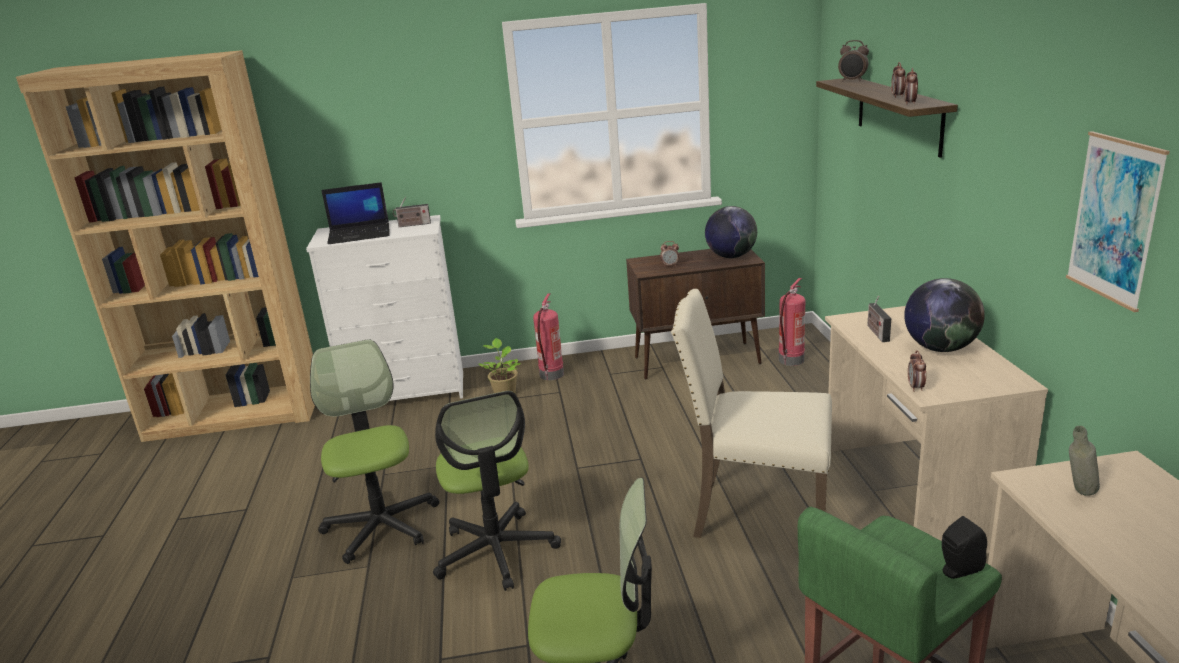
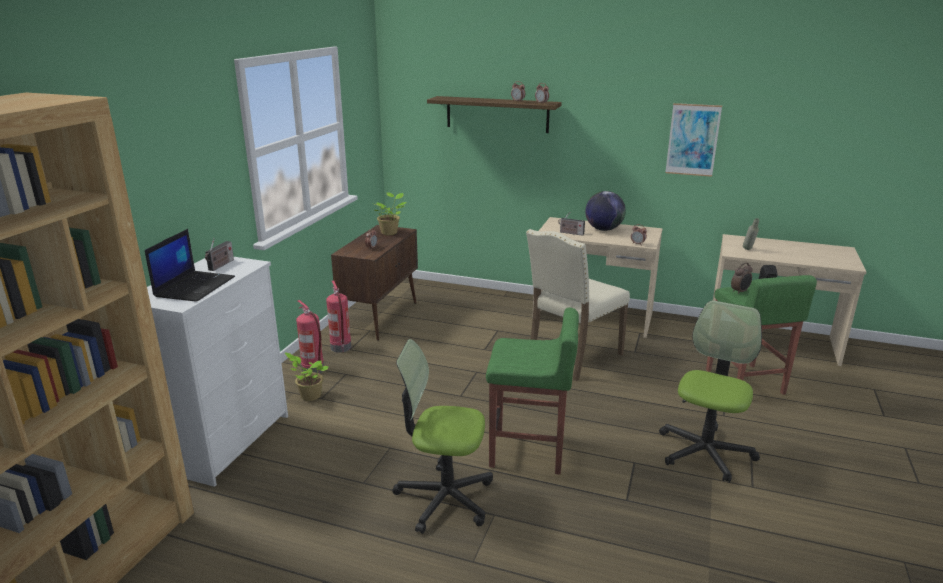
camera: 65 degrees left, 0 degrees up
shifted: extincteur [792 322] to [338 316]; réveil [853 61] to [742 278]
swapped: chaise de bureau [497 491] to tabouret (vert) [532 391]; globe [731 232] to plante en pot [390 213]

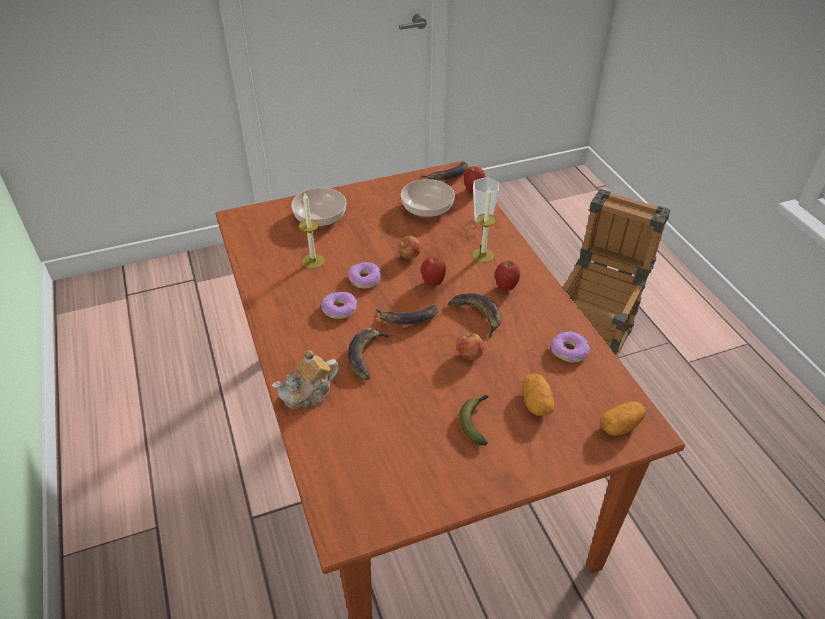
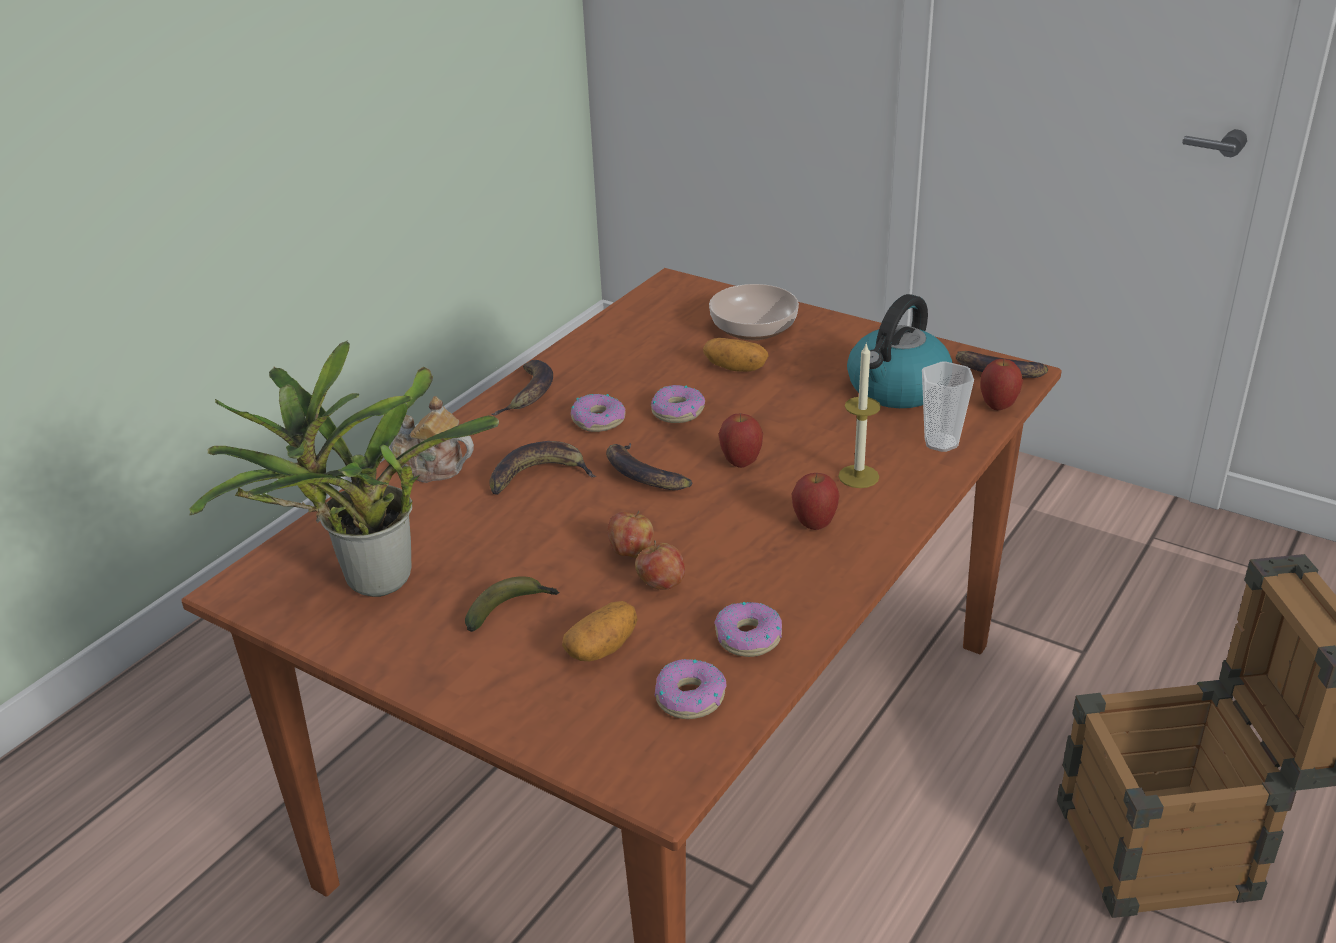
camera: 55 degrees right, 10 degrees down
gone: bougie [312 231]
new: plante en pot [344 468]; beignet [691 689]
shifted: pomme [409 247] to [660 565]; banane [475 316] to [522 388]; pomme de terre [623 418] to [736 355]
swapped: bol [428 198] to bouilloire [900 351]

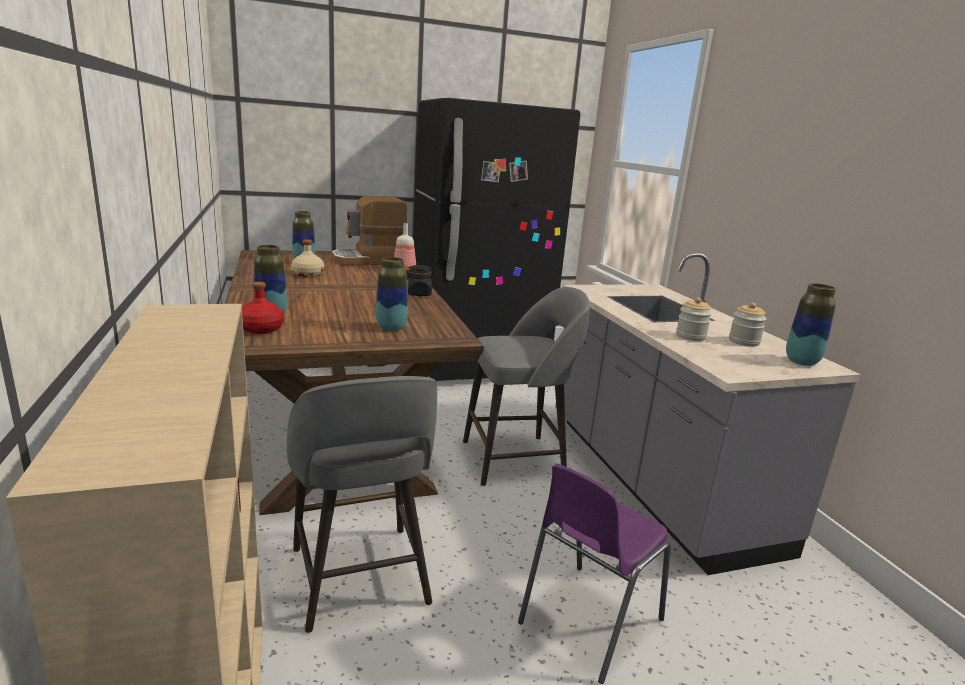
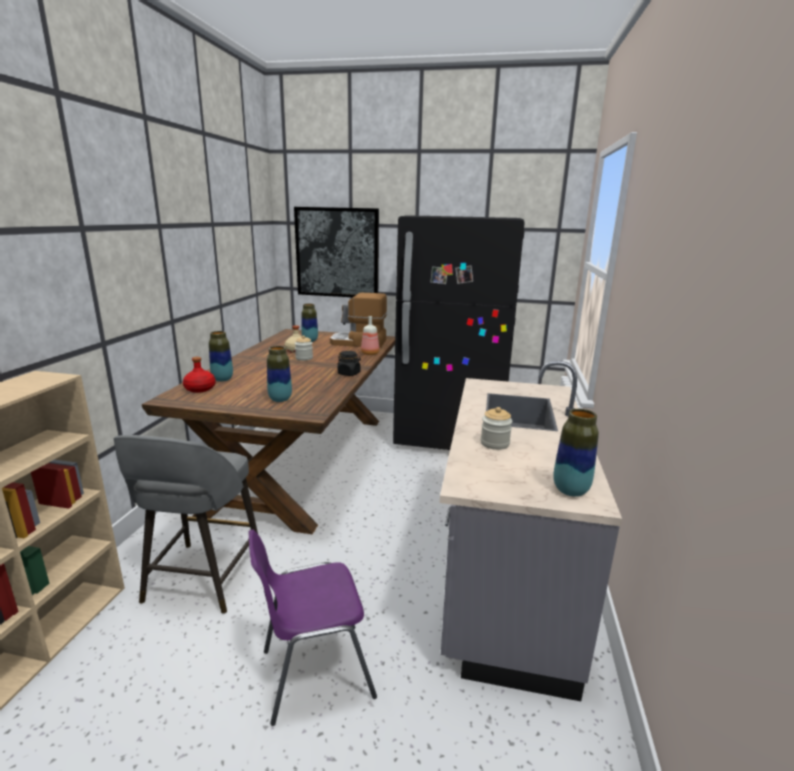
camera: 30 degrees right, 0 degrees up
gone: tabouret (gris) [526 386]
new: tableau [336 252]
shifted: bocal [748 325] to [304 348]

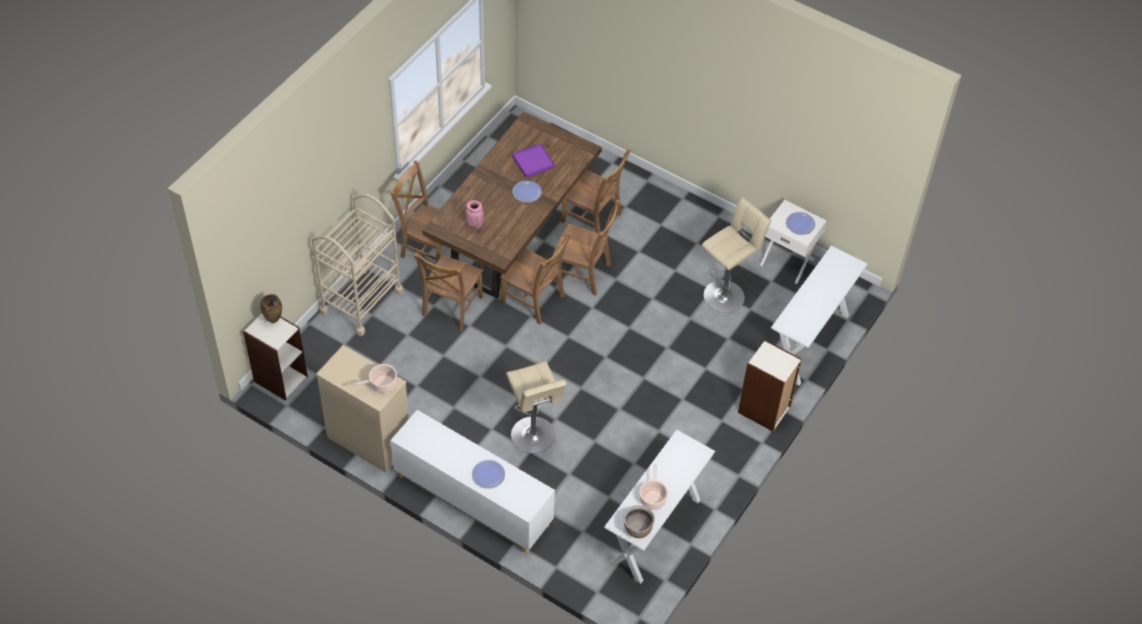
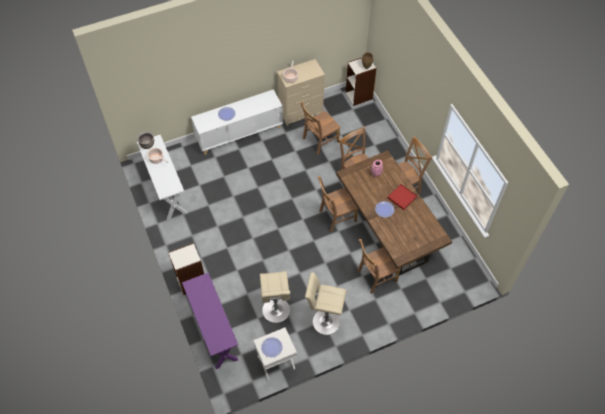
camera: 125 degrees right, 5 degrees up
gone: chariot (beige) [358 265]; plateau (violet) [533 161]
new: plateau (rouge) [402 197]
shifted: tabouret (beige) [536 407] to [325 303]; chaise (marron) [586 248] to [320 128]
repainted: table console (blanc) [819 316] to table console (violet) [210 321]

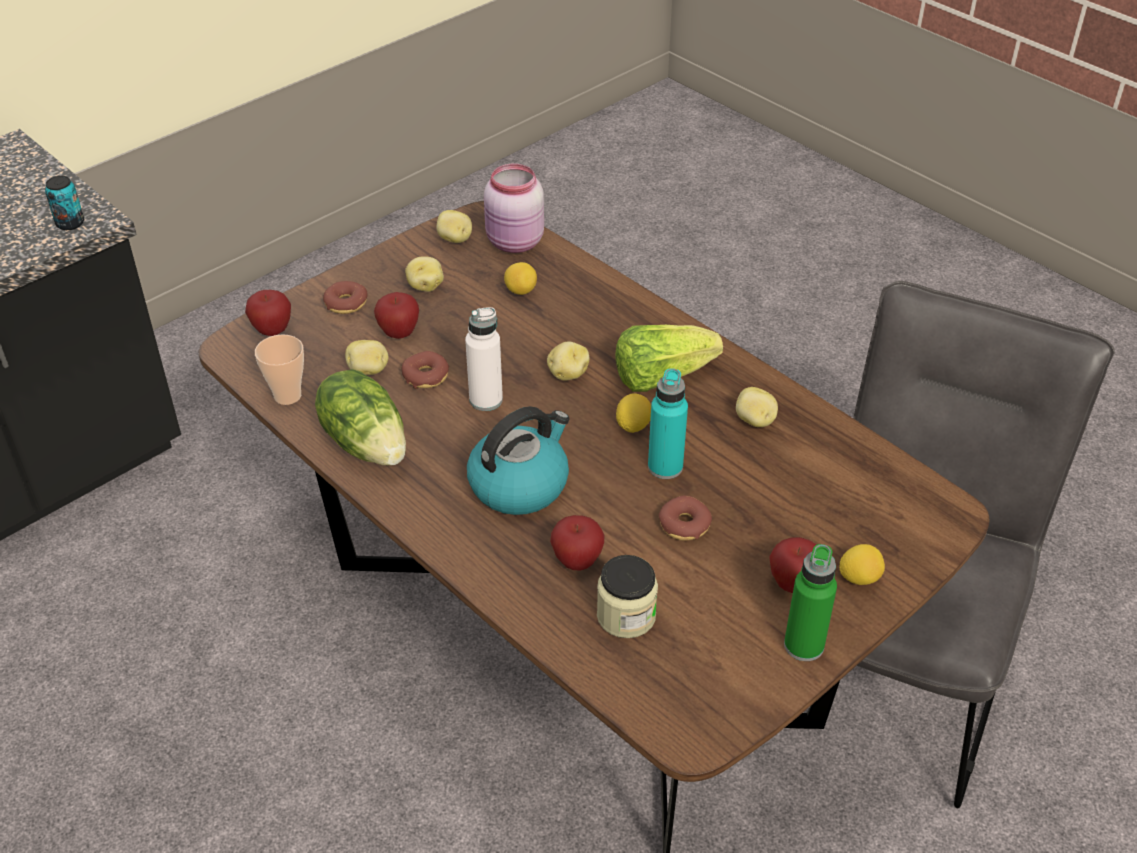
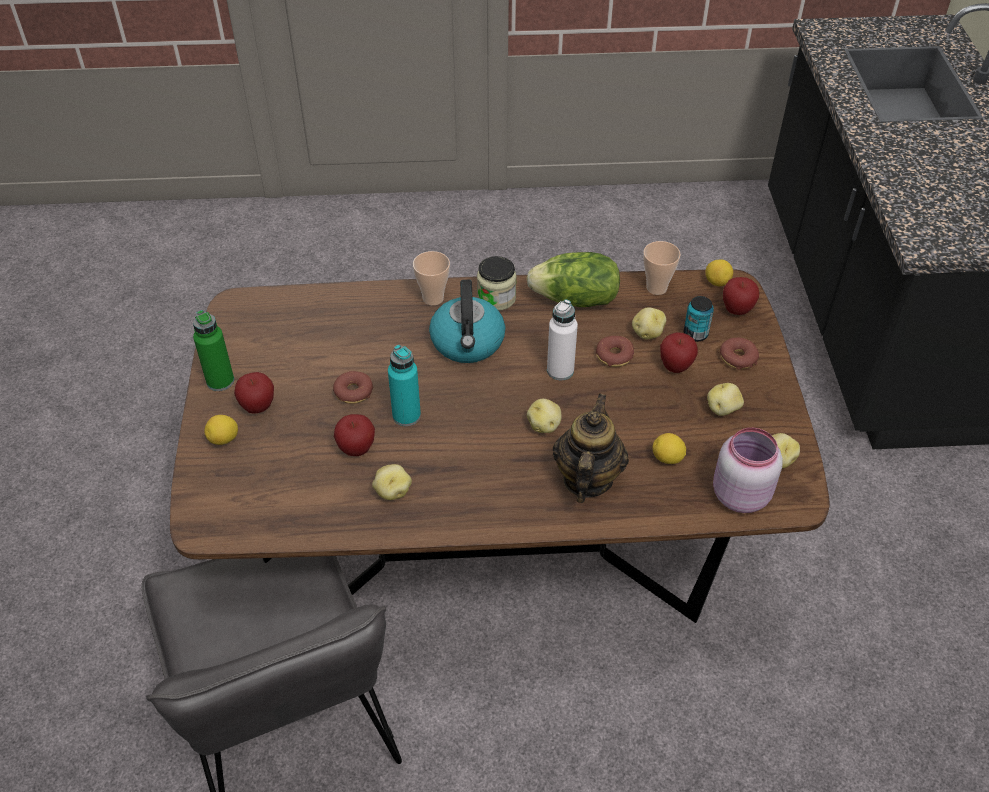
camera: 130 degrees right, 5 degrees up
gone: laitue [669 358]
new: tasse [431 278]; théière [591 448]
shifted: boîte métallique [64 203] to [698 319]; pomme [577 543] to [354 435]; bocal [627 596] to [497 283]; citron [633 413] to [719 273]

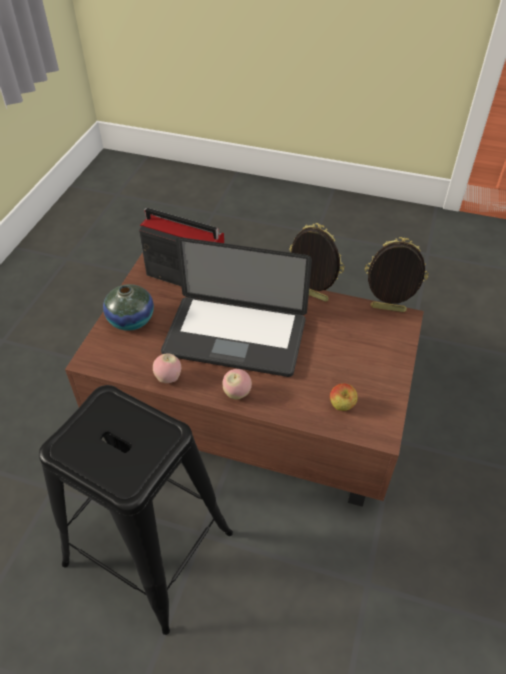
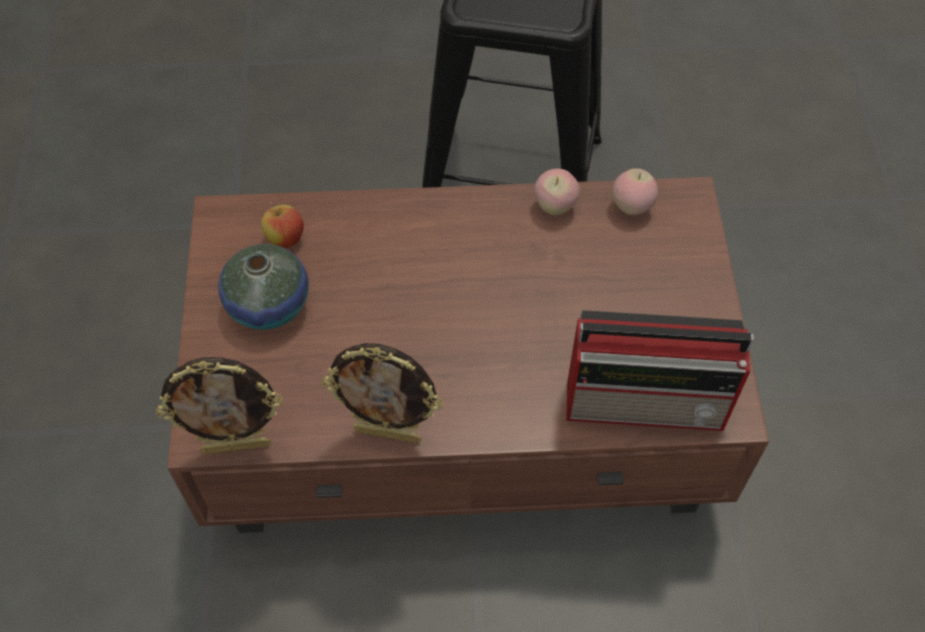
camera: 160 degrees right, 10 degrees up
gone: ordinateur portable [236 307]
shifted: vase [128 307] to [263 287]; pomme [237 384] to [635 191]

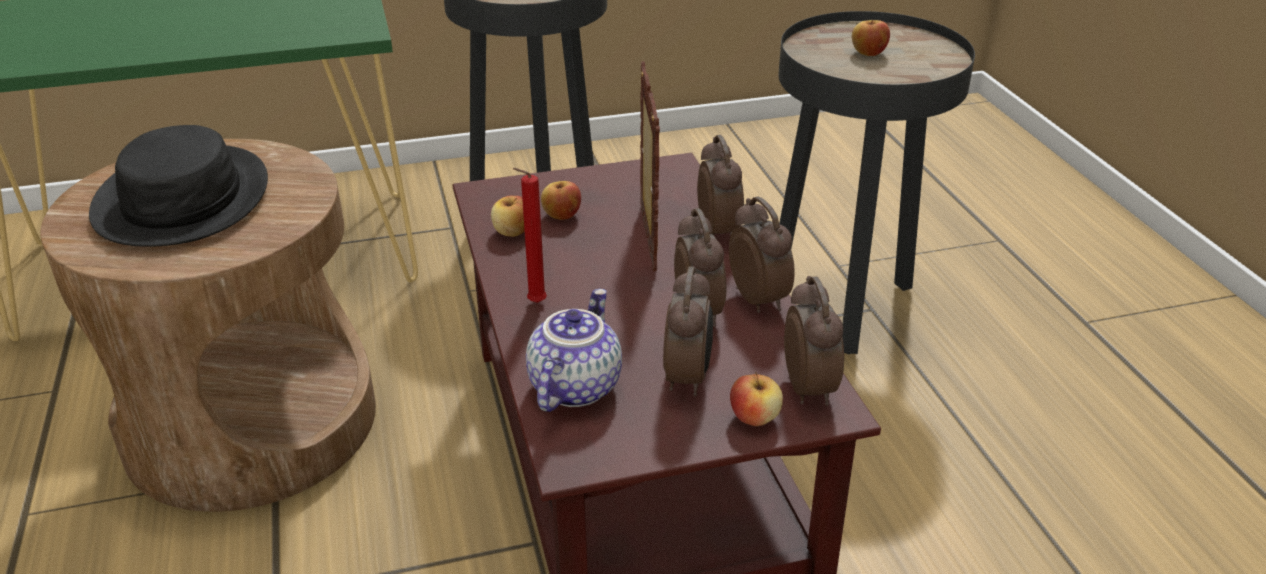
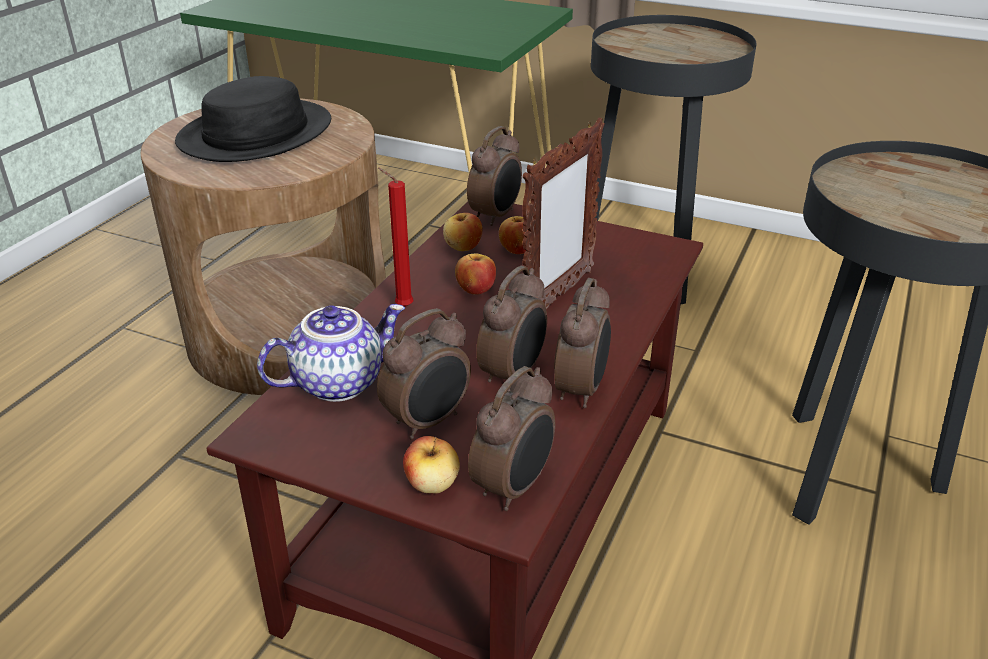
camera: 40 degrees right, 0 degrees up
shifted: réveil [720 185] to [494 176]; pomme [871 38] to [475 274]

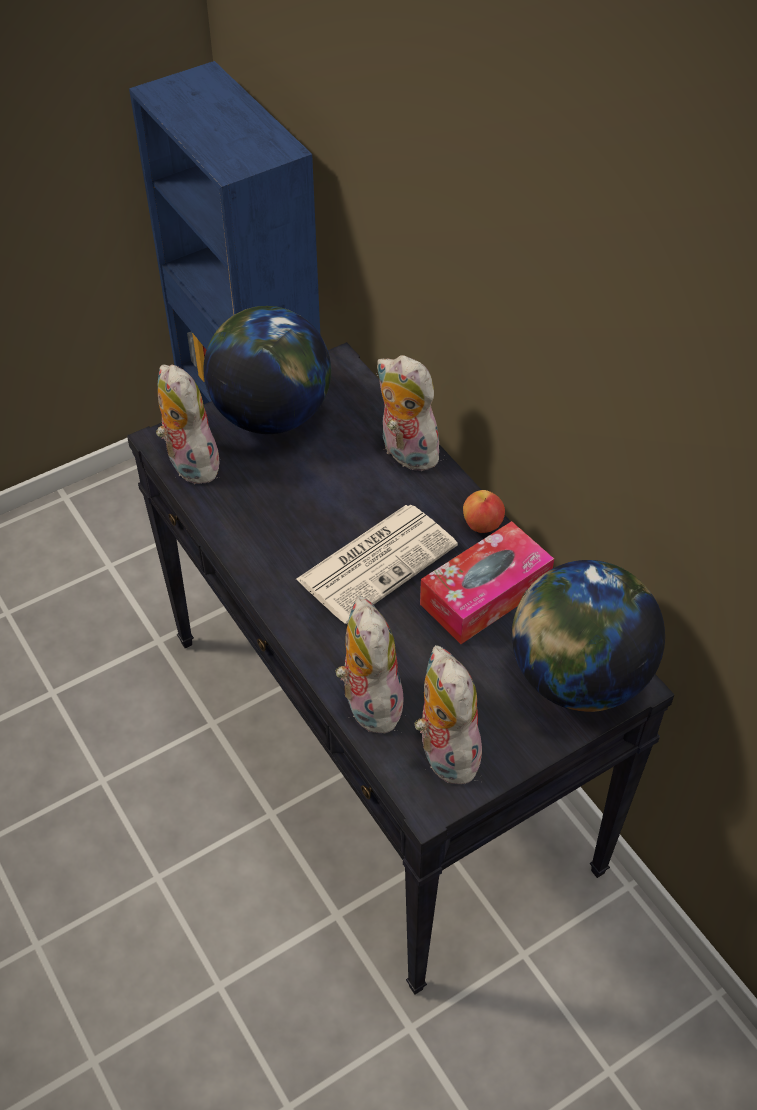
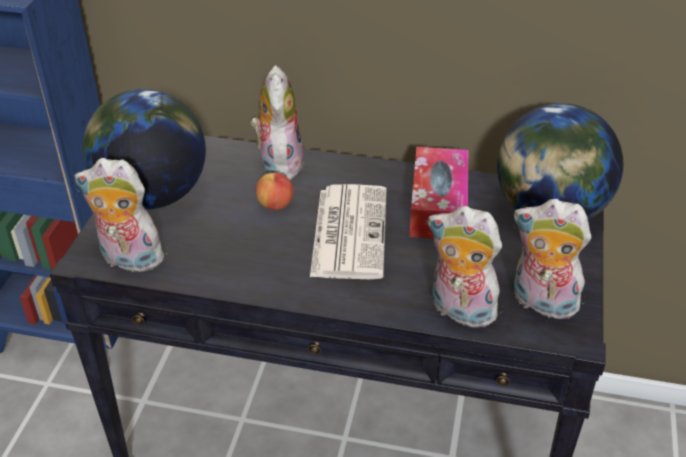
camera: 45 degrees left, 10 degrees down
shifted: pomme [484 511] to [274 191]
rotated: peluche [408 413] = [277 123] 90 degrees clockwise

